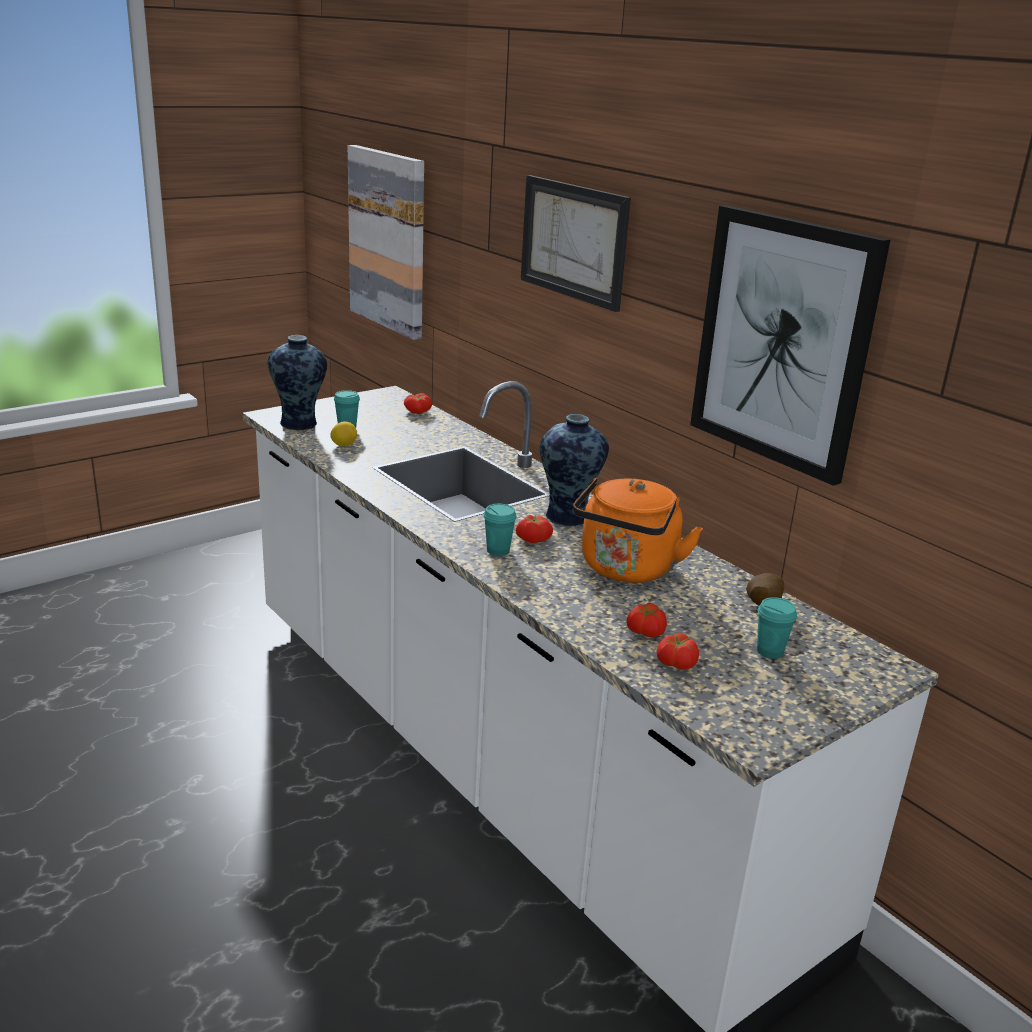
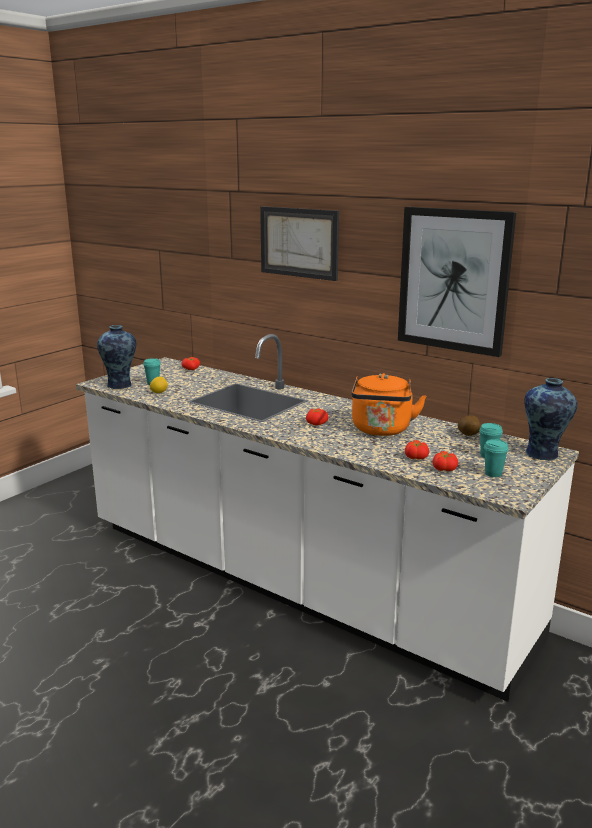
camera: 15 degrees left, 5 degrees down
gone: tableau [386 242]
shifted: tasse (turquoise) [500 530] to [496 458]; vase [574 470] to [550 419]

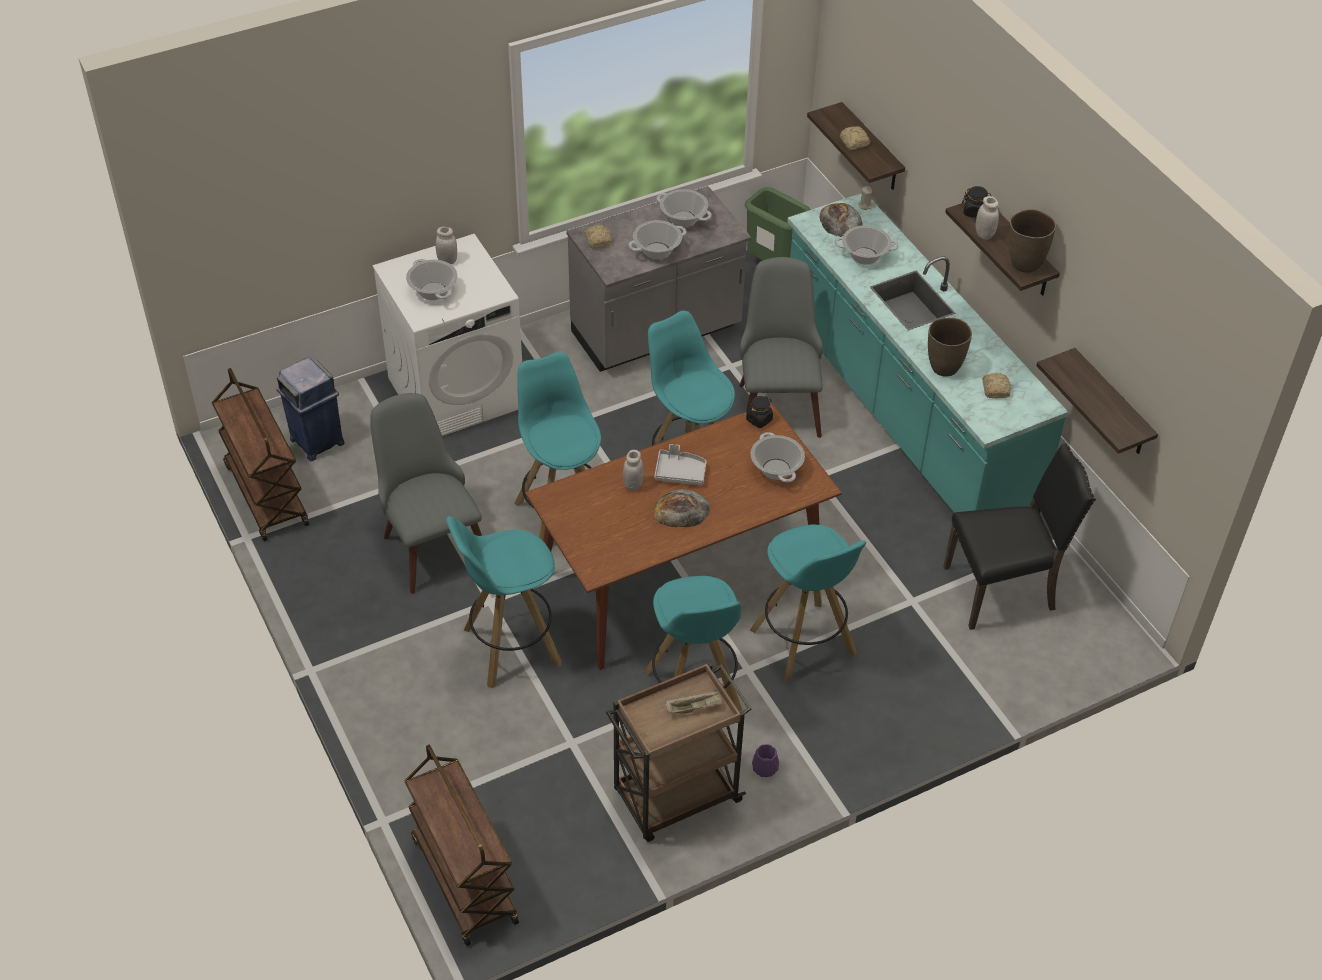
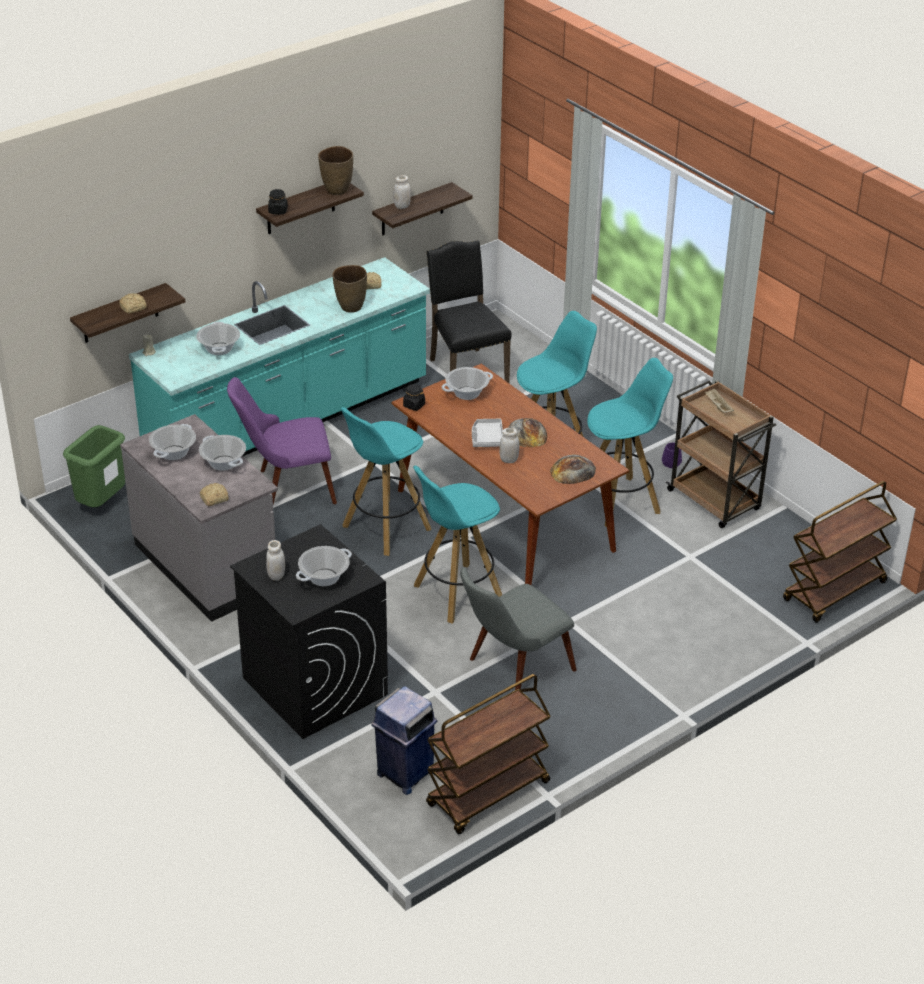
camera: 100 degrees left, 10 degrees down
gone: tabouret (turquoise) [504 602]
shifted: pain [841 220] to [573 469]; bocal (blanc) [987 218] to [402 192]
repainted: lave-linge (blanc) [447 335] to lave-linge (noir) [309 631]; chaise (gris) [781 347] to chaise (violet) [282 441]

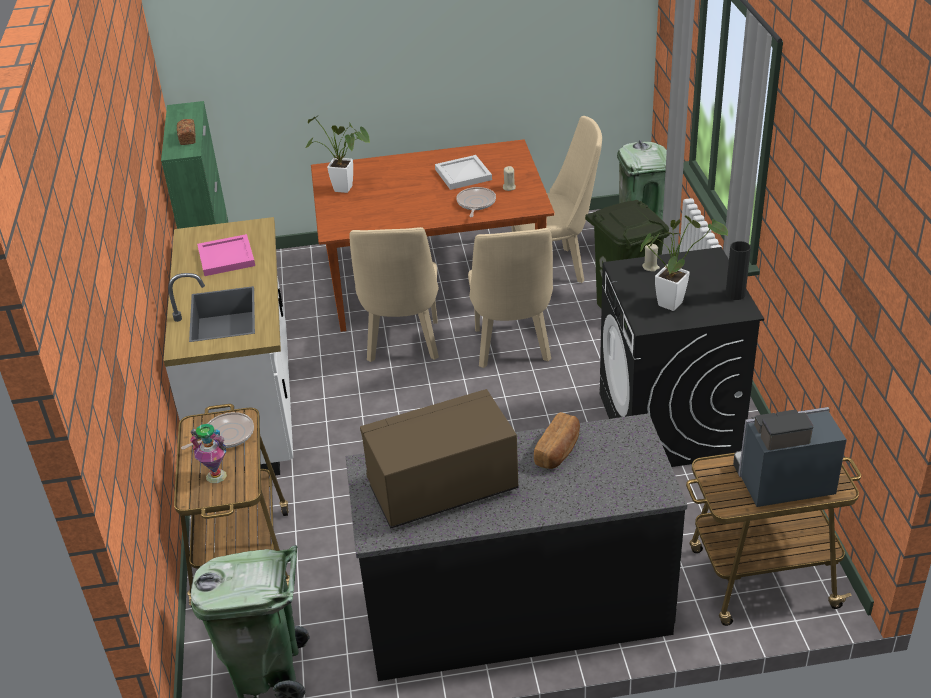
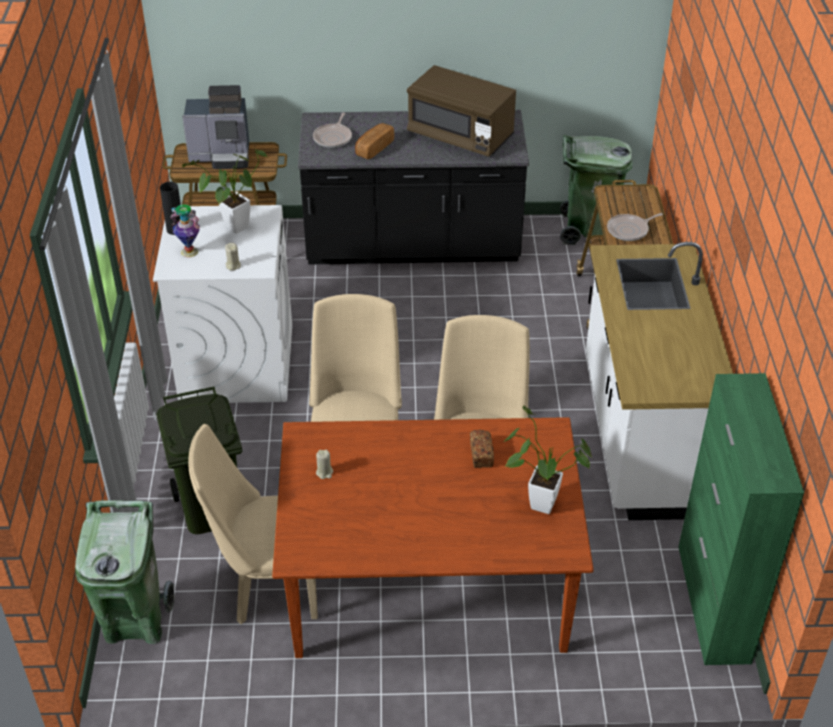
camera: 175 degrees left, 5 degrees up
gone: plateau (rose) [226 255]; plateau (blanc) [463 172]
shifted: pain [186 132] to [482 449]; vase [208 453] to [185 231]; poêle [476 202] to [332 130]
repainted: lave-linge (noir) [682 357] to lave-linge (blanc) [222 304]
rotated: micro-ondes (marron) [439 459] = [461 111] 45 degrees clockwise

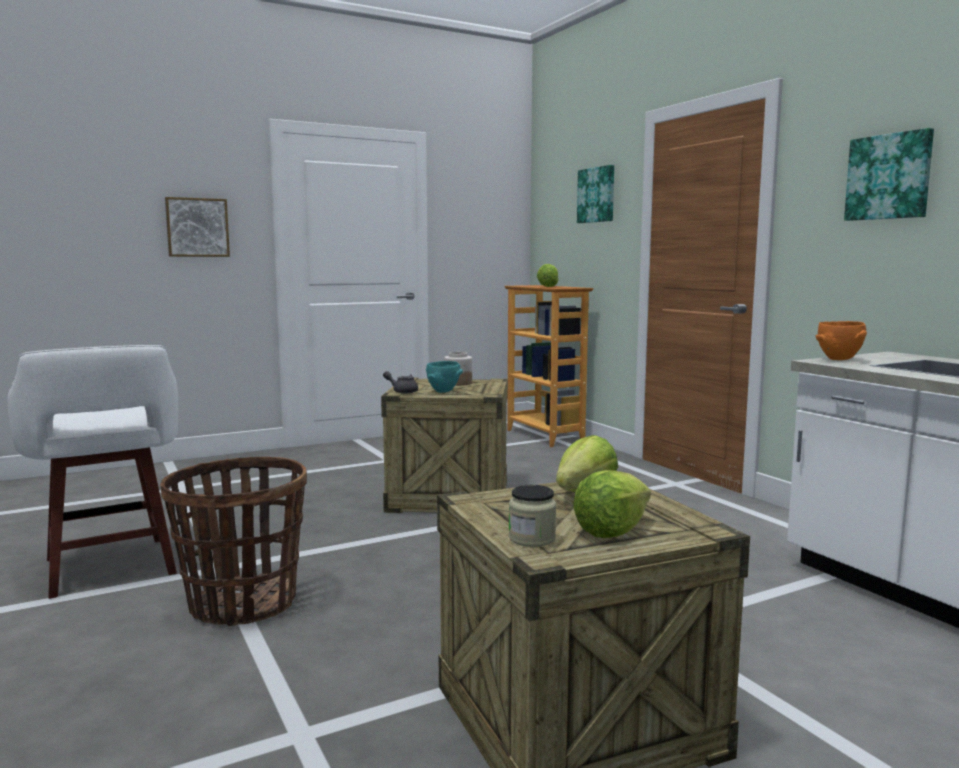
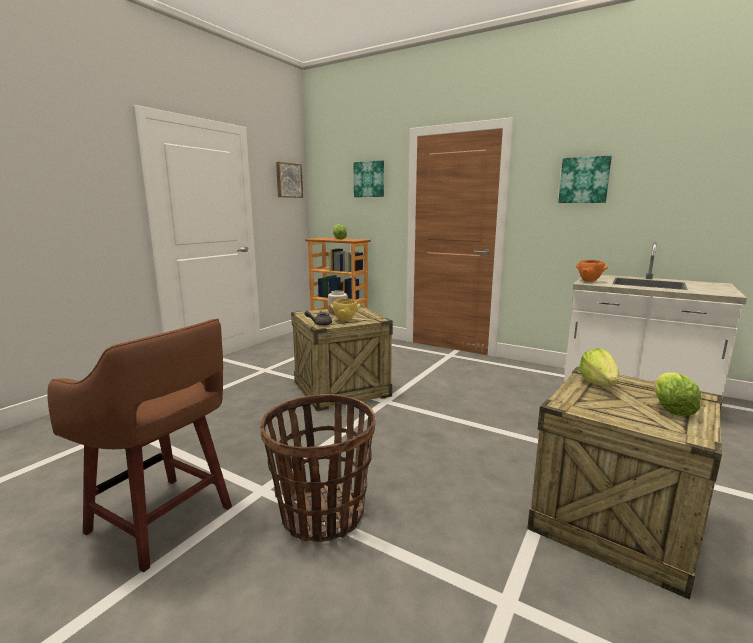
camera: 30 degrees left, 5 degrees up
gone: bocal [532 516]
shifted: tableau [197 227] to [289 180]
repainted: tabouret (blanc) [92 472] to tabouret (marron) [140 445]; bol (turquoise) [444 377] to bol (jaune) [345 310]

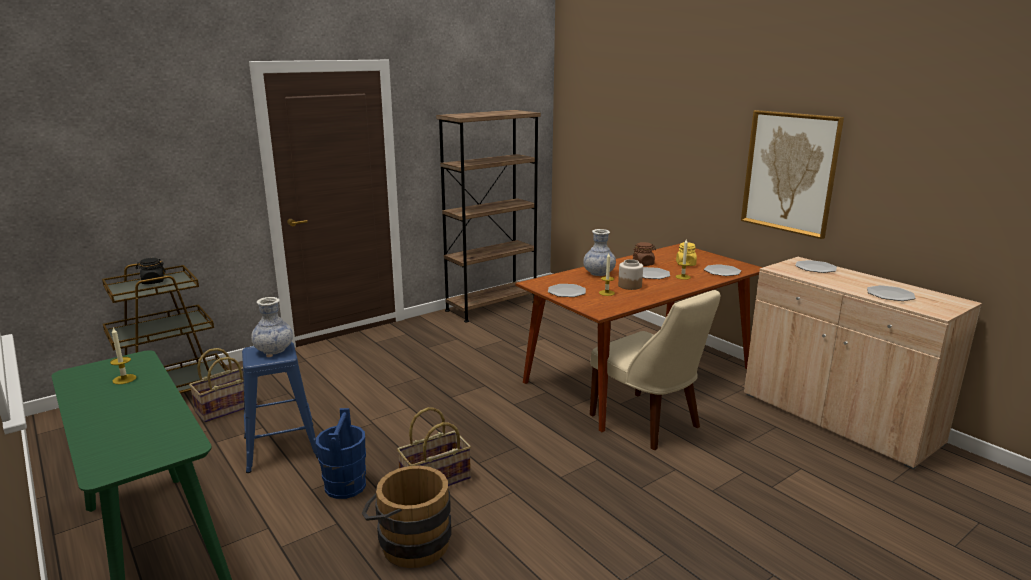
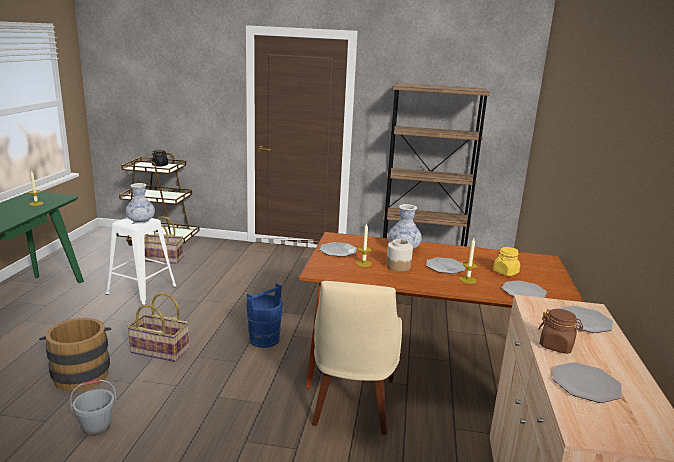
camera: 45 degrees right, 0 degrees up
gone: tableau [792 174]
new: seau (gris) [93 407]
shifted: seau (bleu) [341 453] to [264 315]; bocal (marron) [644 254] to [560 331]
repainted: tabouret (bleu) [280 407] to tabouret (blanc) [141 261]

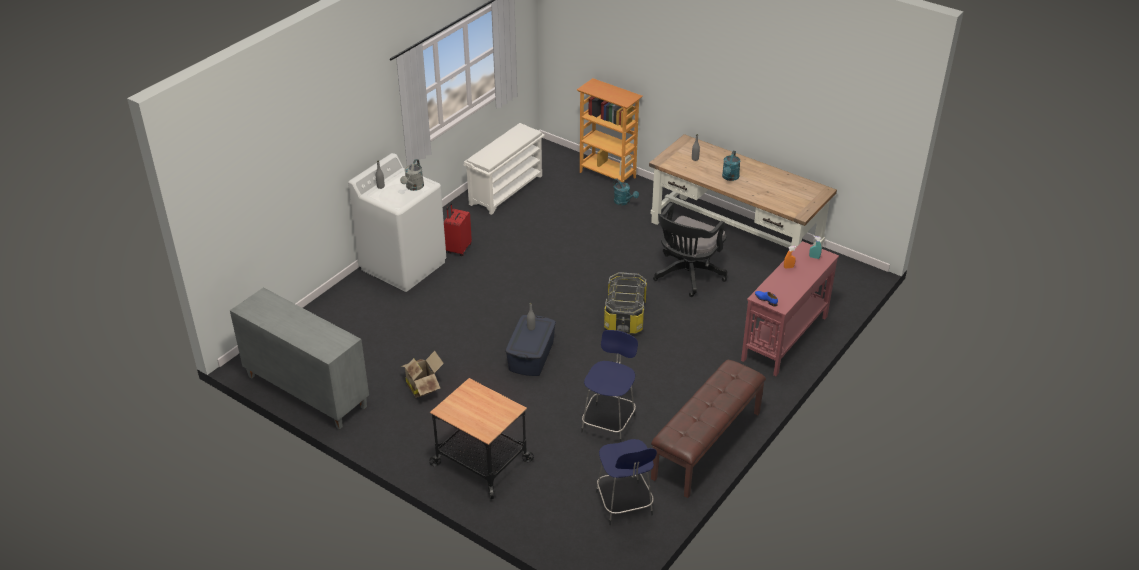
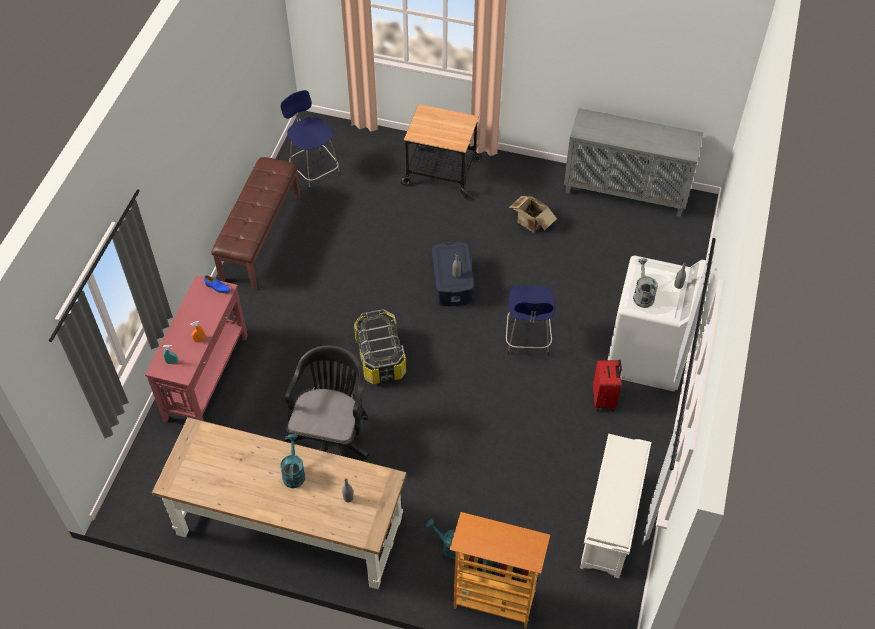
camera: 160 degrees right, 15 degrees up
shifted: tabouret (bleu) [609 386] to [530 320]

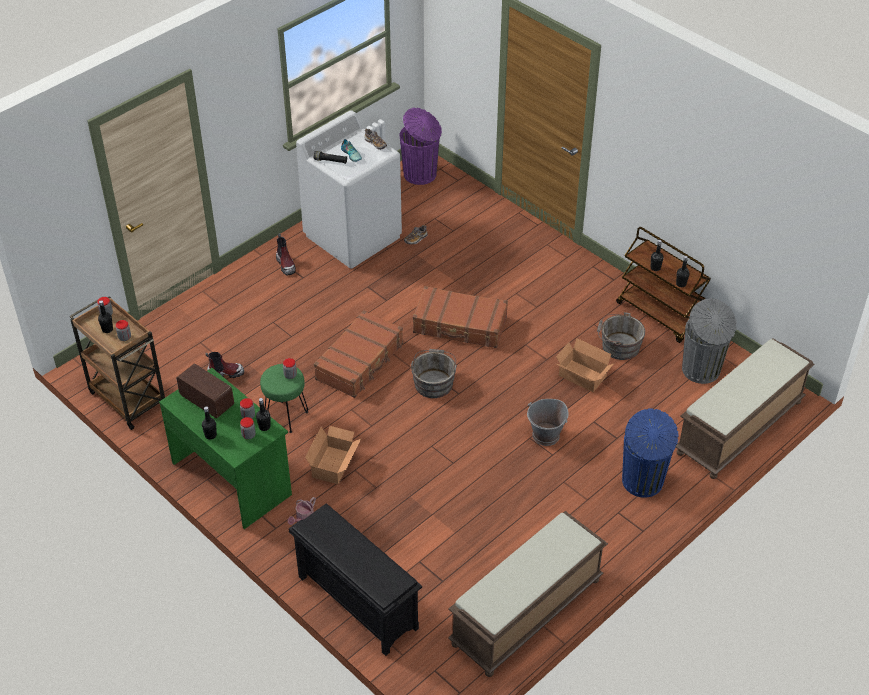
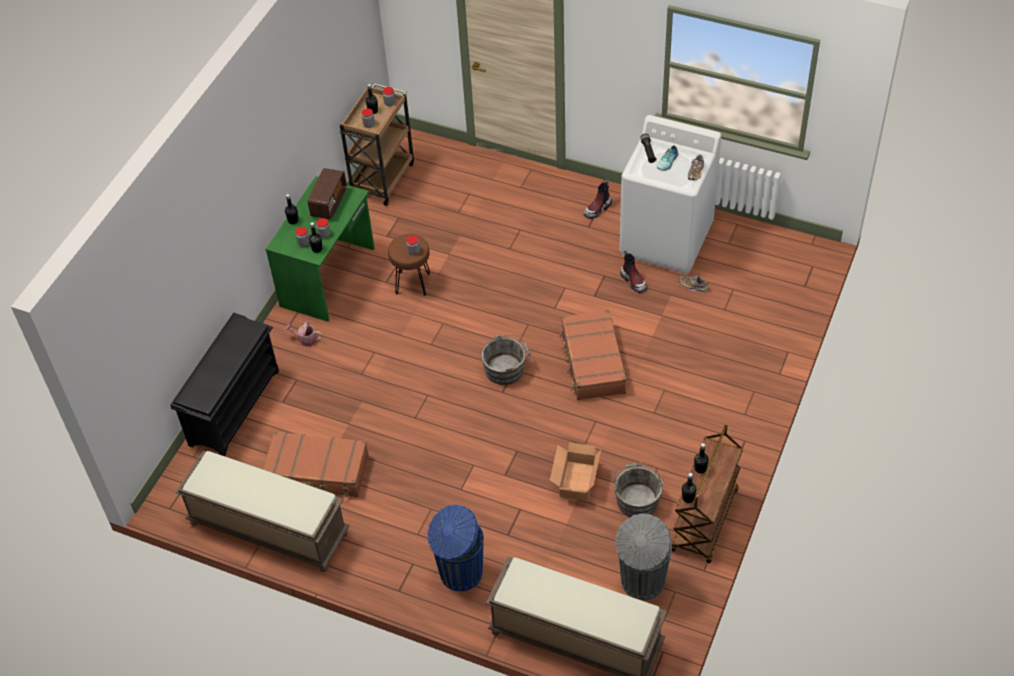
camera: 70 degrees right, 5 degrees up
gone: carton [333 455]; poubelle (violet) [420 146]; seau (gris) [547 422]
shifted: botte [224 365] to [633 271]; valise (marron) [358 354] to [316 464]
repainted: tabouret (vert) [284 398] to tabouret (marron) [409 265]

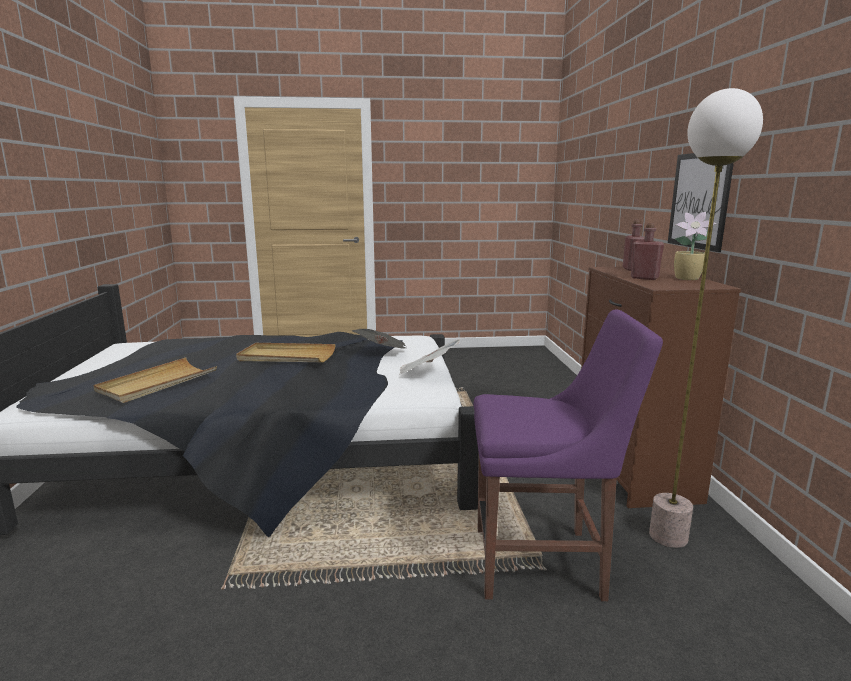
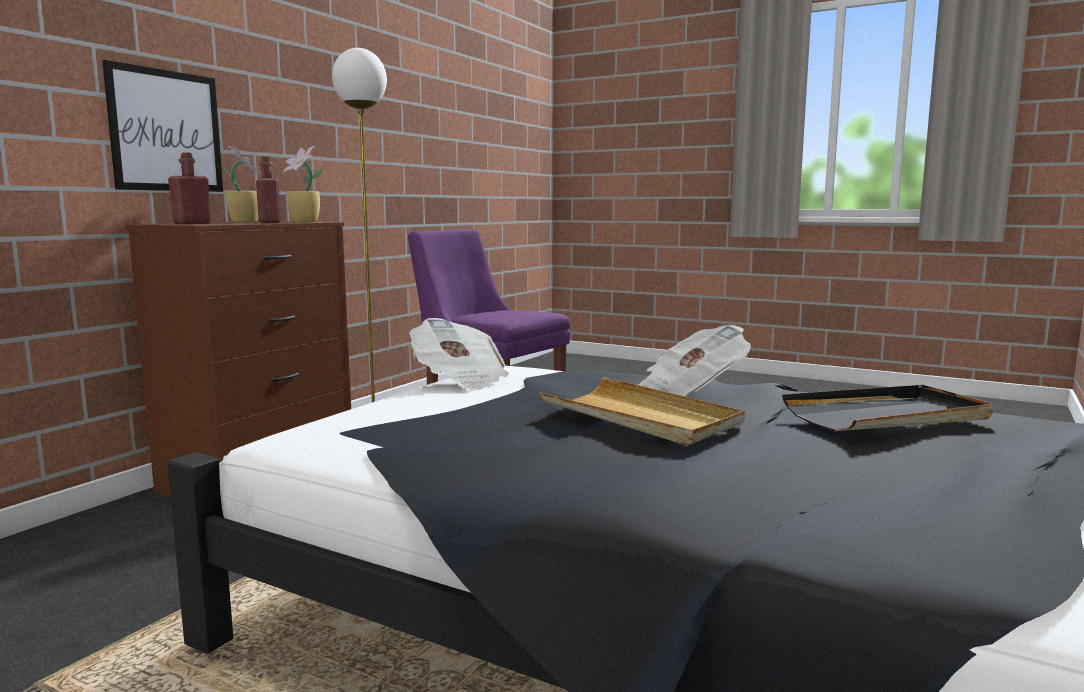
camera: 145 degrees left, 5 degrees down
new: plante en pot [303 184]
shifted: journal [379 339] to [694 361]
repainted: plateau (beige) [155 380] to plateau (noir) [888 408]

